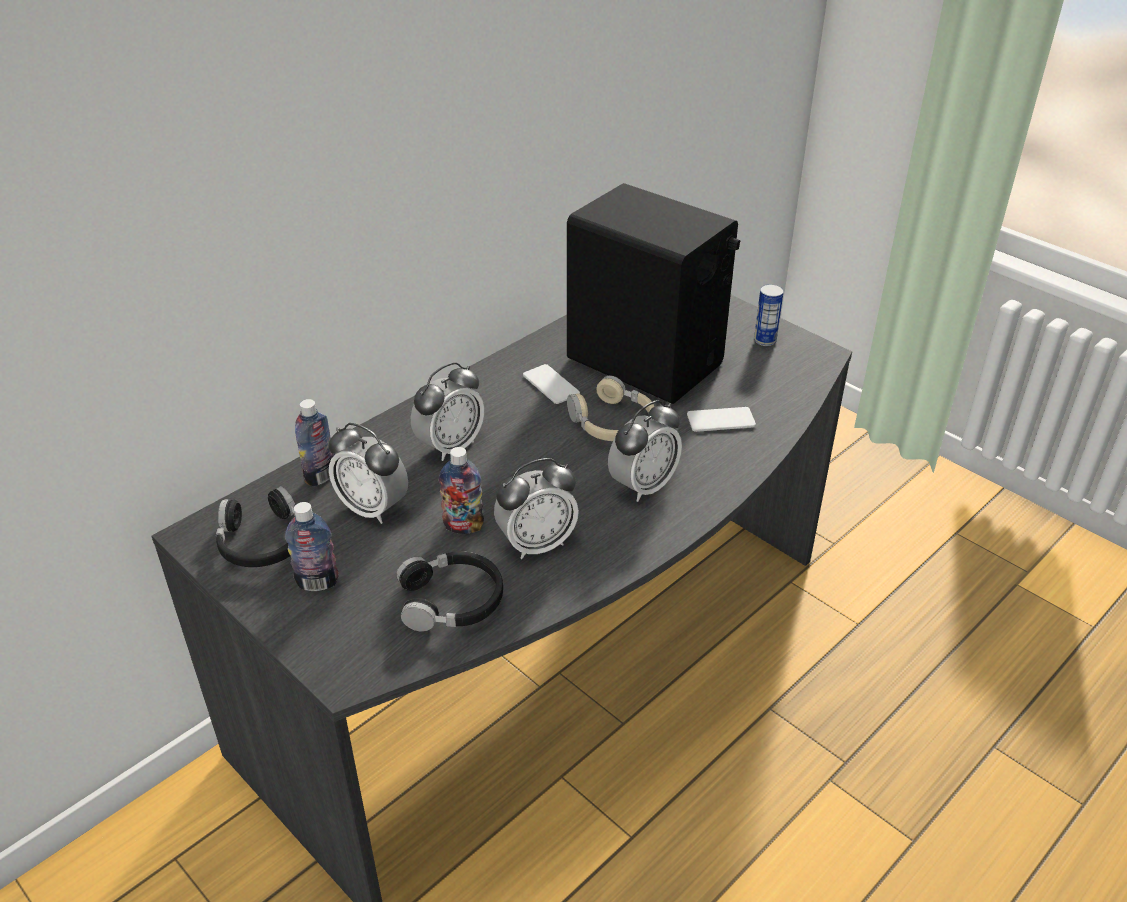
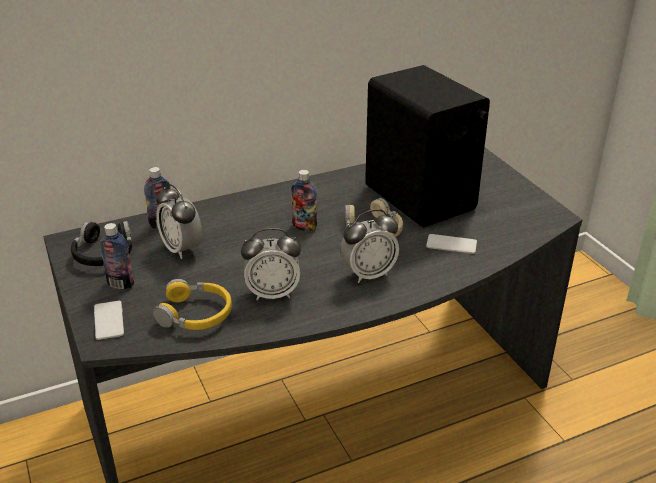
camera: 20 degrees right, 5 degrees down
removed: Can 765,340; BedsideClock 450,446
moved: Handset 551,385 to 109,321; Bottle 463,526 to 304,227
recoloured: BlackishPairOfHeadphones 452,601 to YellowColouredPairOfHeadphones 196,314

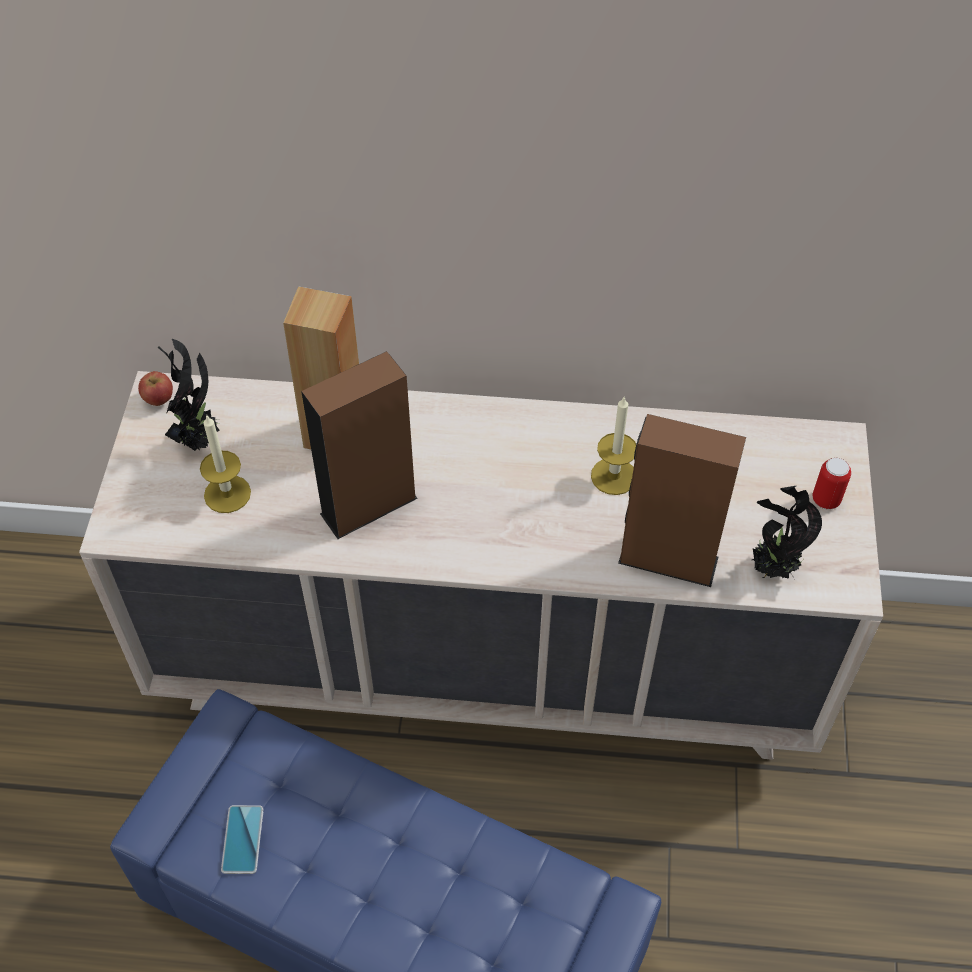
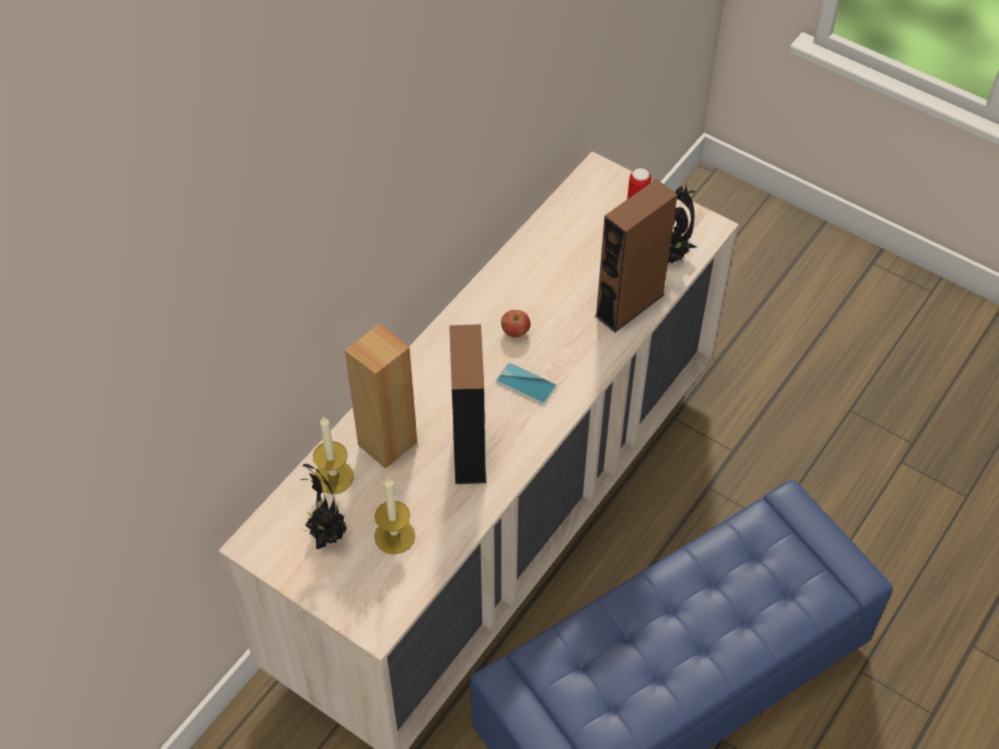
camera: 60 degrees left, 0 degrees up
moved: AppleFruit 159,399 to 515,332; Candle 613,476 to 333,477; Handset 242,839 to 526,384

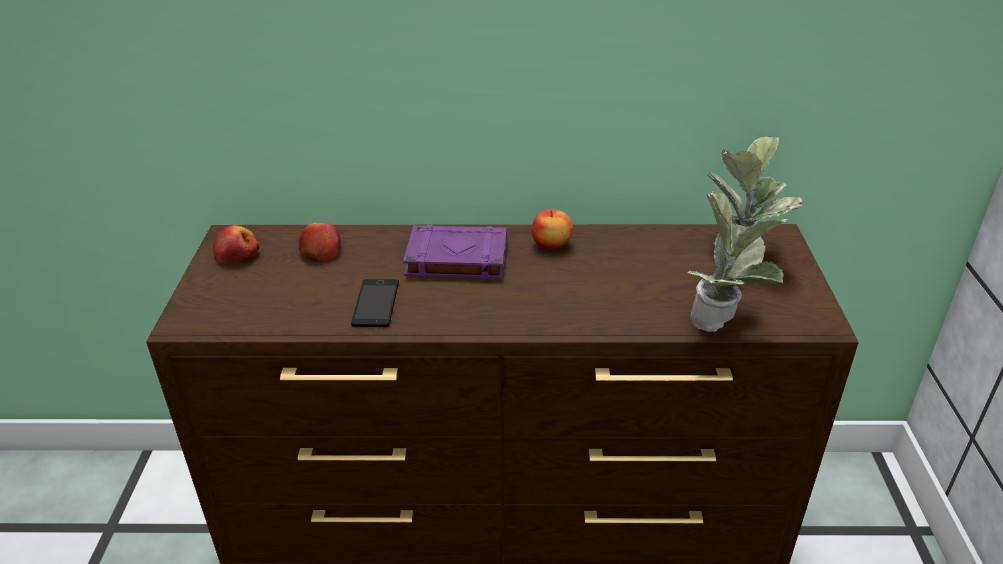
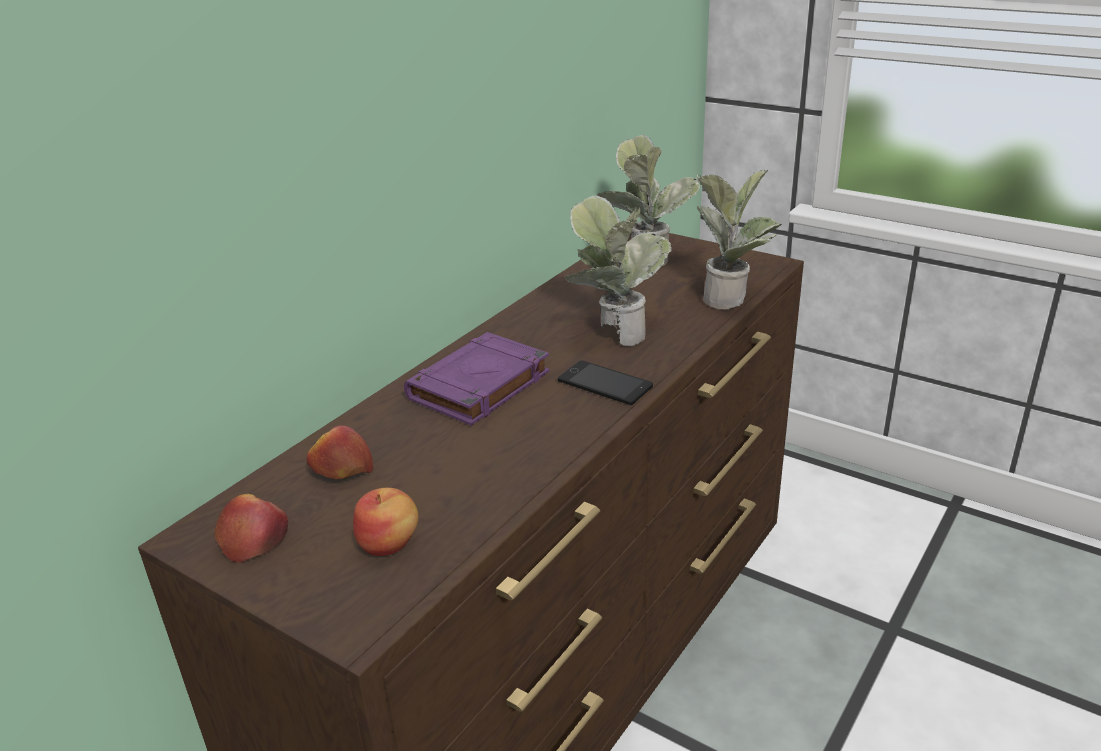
camera: 55 degrees left, 5 degrees down
added: PottedPlant 614,333
moved: AppleFruit 551,244 to 389,544; Handset 376,303 to 605,384

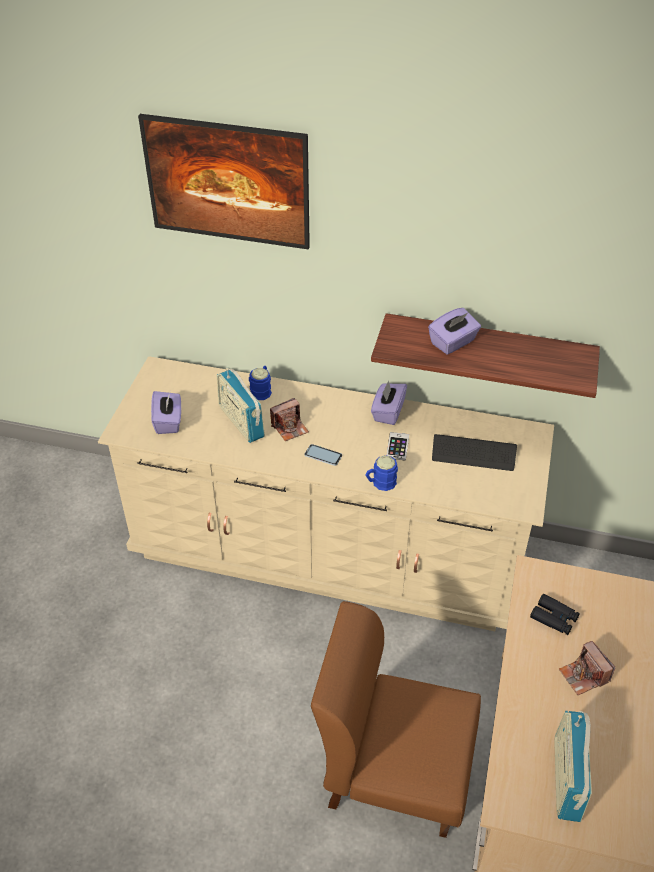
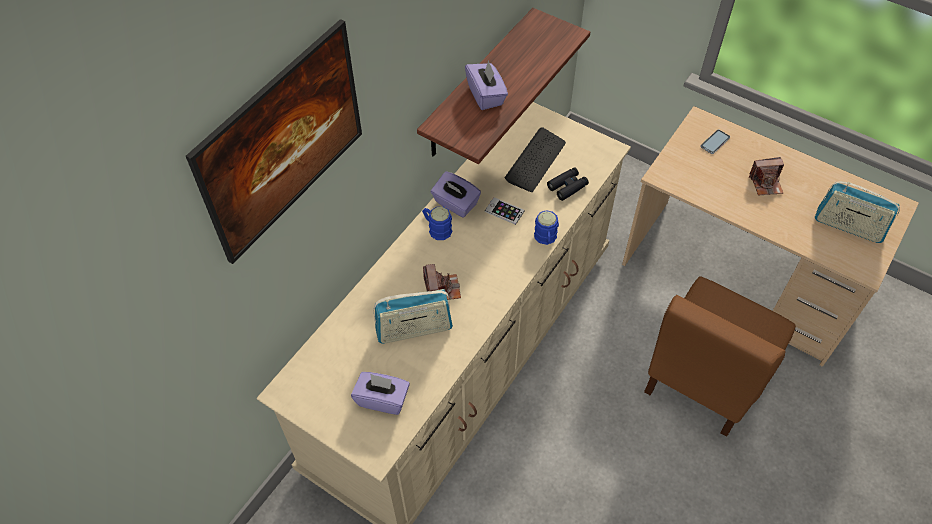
camera: 70 degrees left, 10 degrees up
moved: BlueColouredMug 262,390 to 436,229; Handset 323,455 to 715,142; BlackishFieldGlasses 554,618 to 567,186

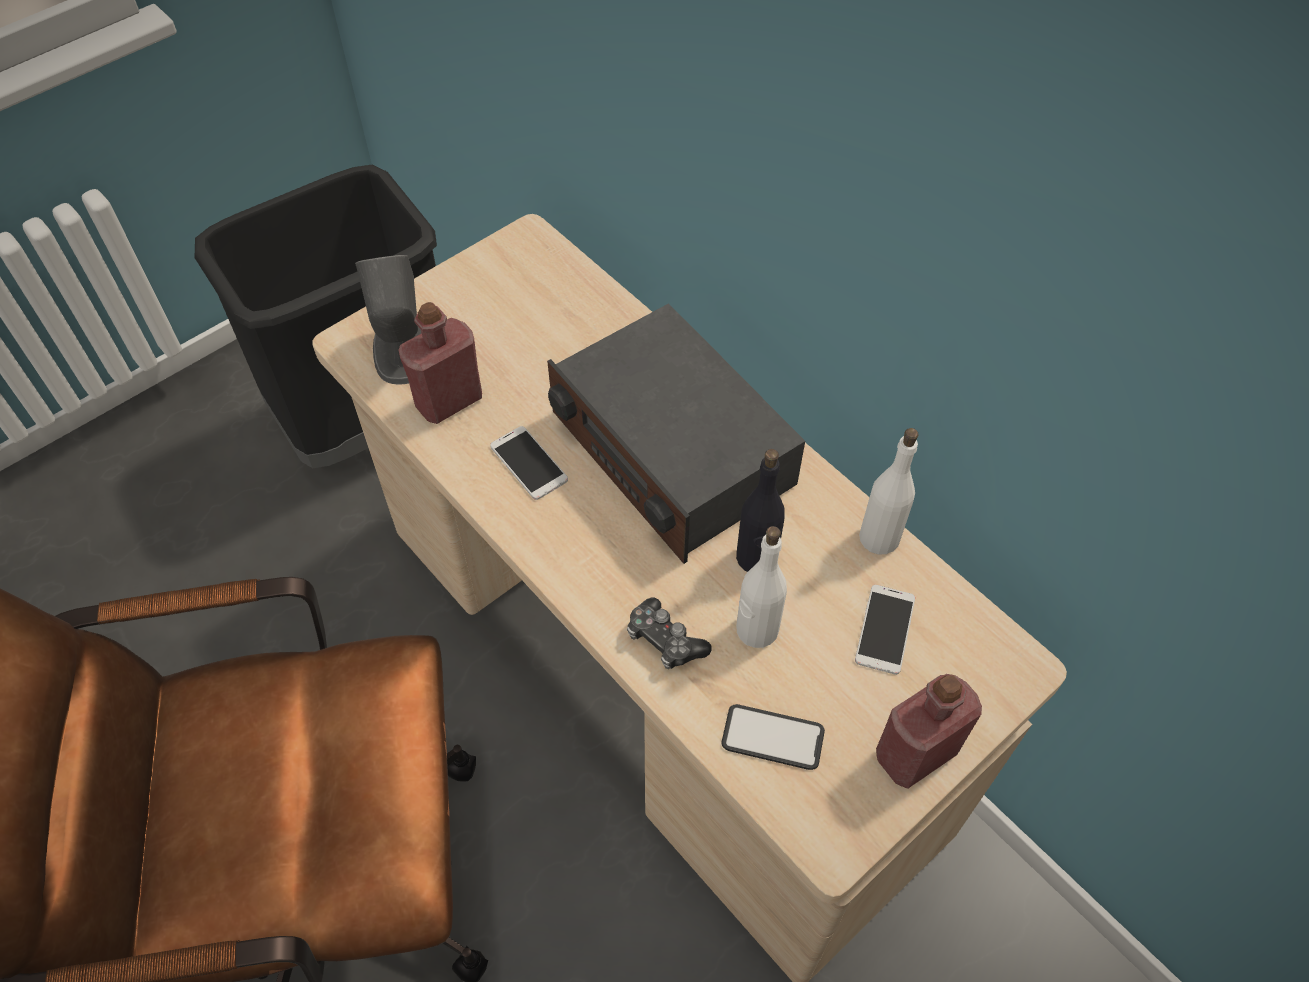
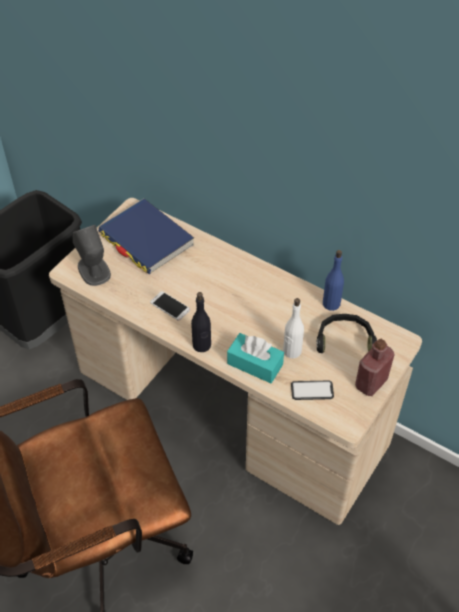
camera: 15 degrees left, 5 degrees down
removed: RedColouredBottle 449,401; RadioReceiver 671,451
added: BlueColouredBook 146,239
moved: BlackishBottle 756,558 to 202,345
replaced: Handset 885,629 to BlackishPairOfHeadphones 344,339; Gamepad 664,640 to BlueGreenTissueHolder 255,364
recoloured: WhiteColouredBottle 879,537 to BlueColouredBottle 331,303

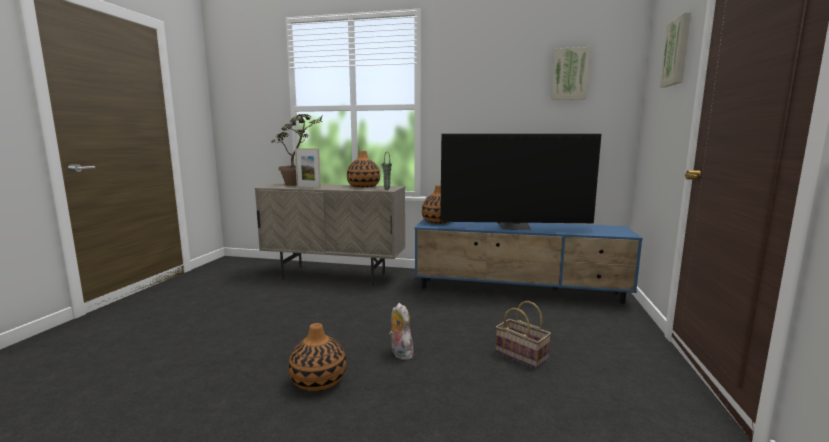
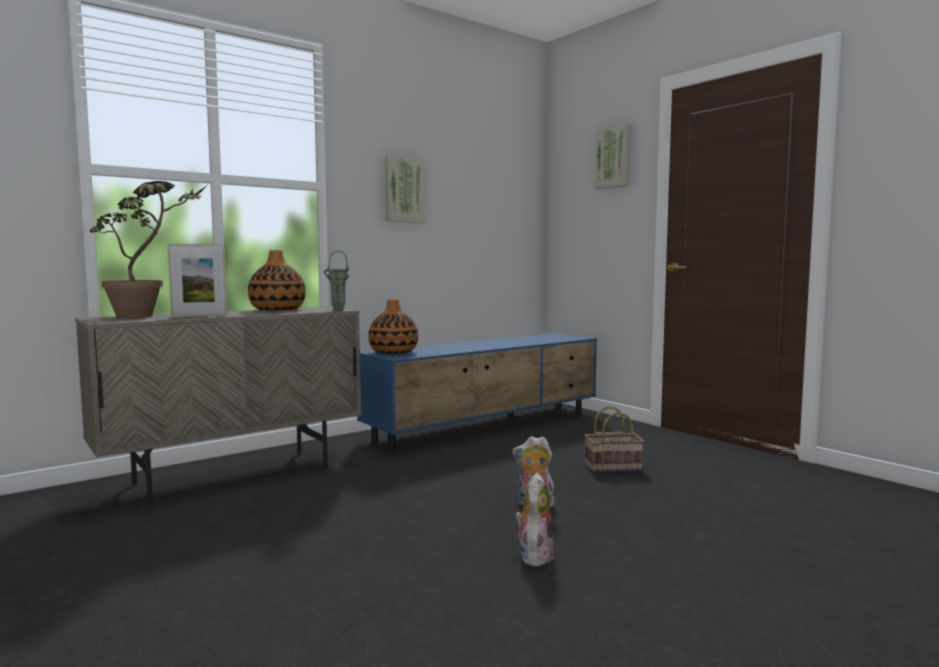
camera: 50 degrees left, 5 degrees down
removed: Television 515,227
moved: WallPicture 570,74 to 403,190
replaced: DecorativeVase 318,381 to SoftToy 534,555

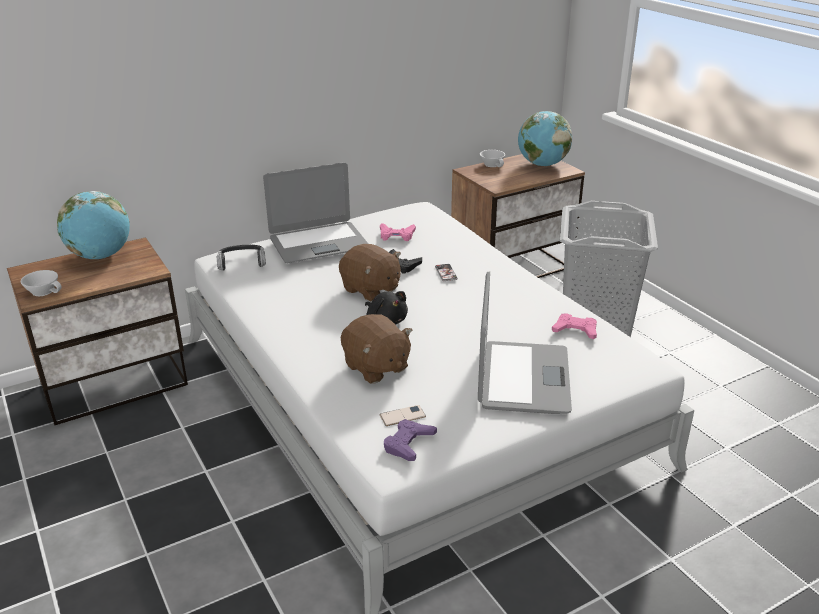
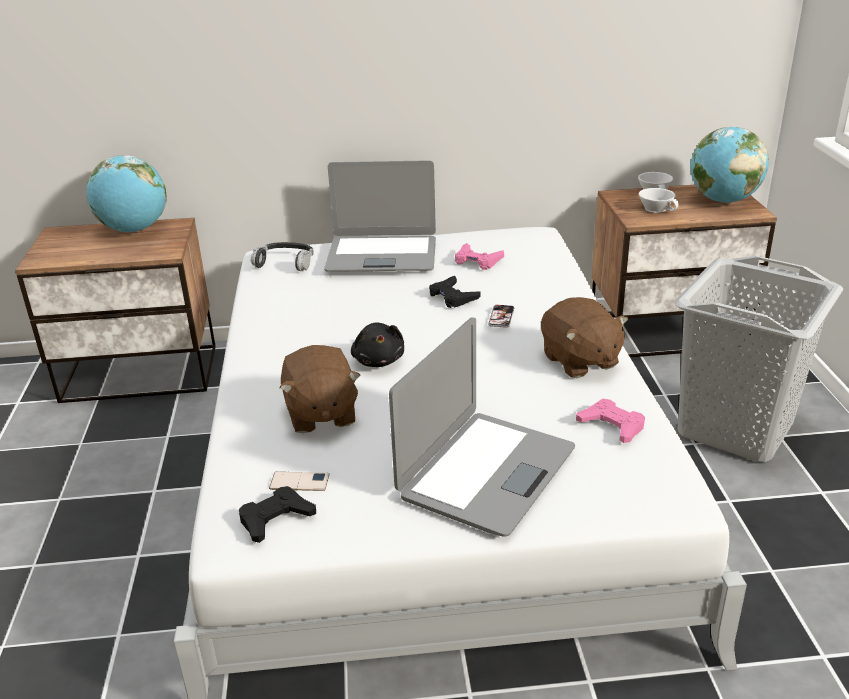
camera: 25 degrees right, 0 degrees up
moved: BrownColouredSoftToy 370,289 to 579,361; WhiteColouredDrinkingCup 44,291 to 657,208
recoloured: PurplishGamepad 408,444 to BlackishGamepad 275,519

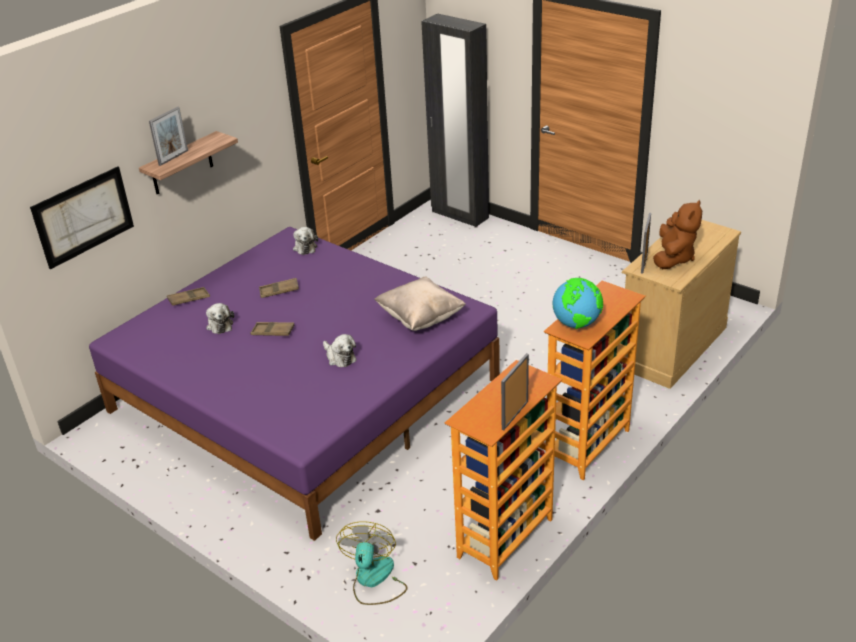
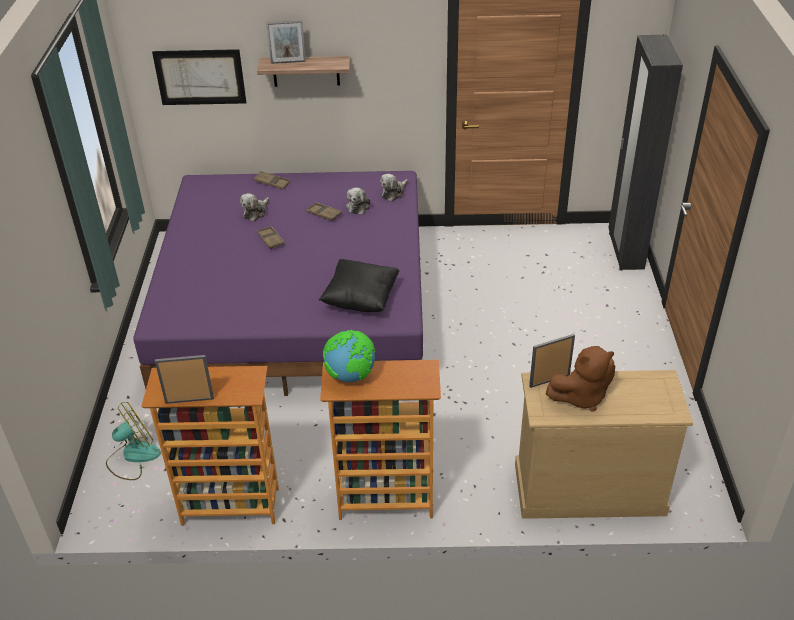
camera: 50 degrees right, 5 degrees up
moved: SoftToy 339,357 to 358,206
recoloured: BeigeColouredPillow 420,318 to BlackishPillow 361,299

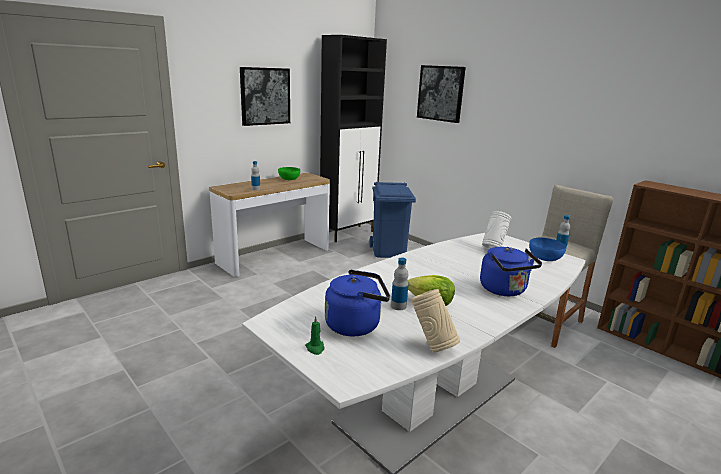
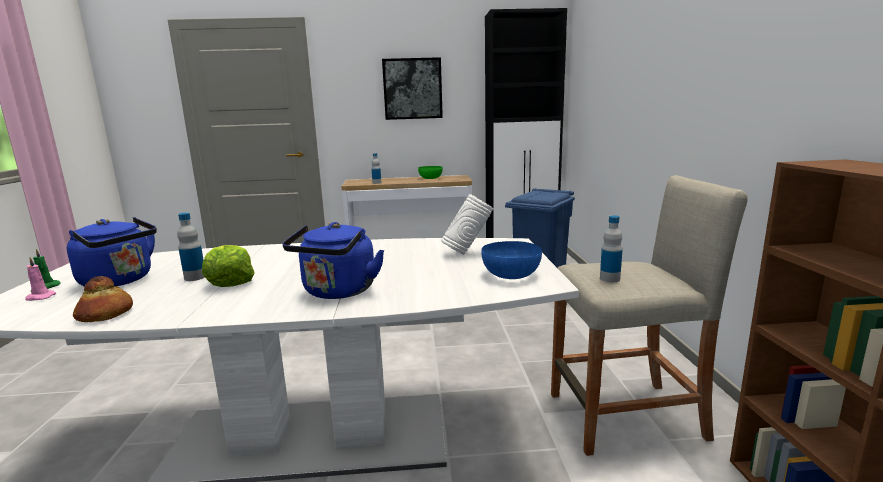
camera: 40 degrees right, 5 degrees down
removed: WallPicture 441,93
added: PinkCandle 39,297
replaced: BeigeColouredDecorativeVase 432,346 to BakeryBread 106,314

